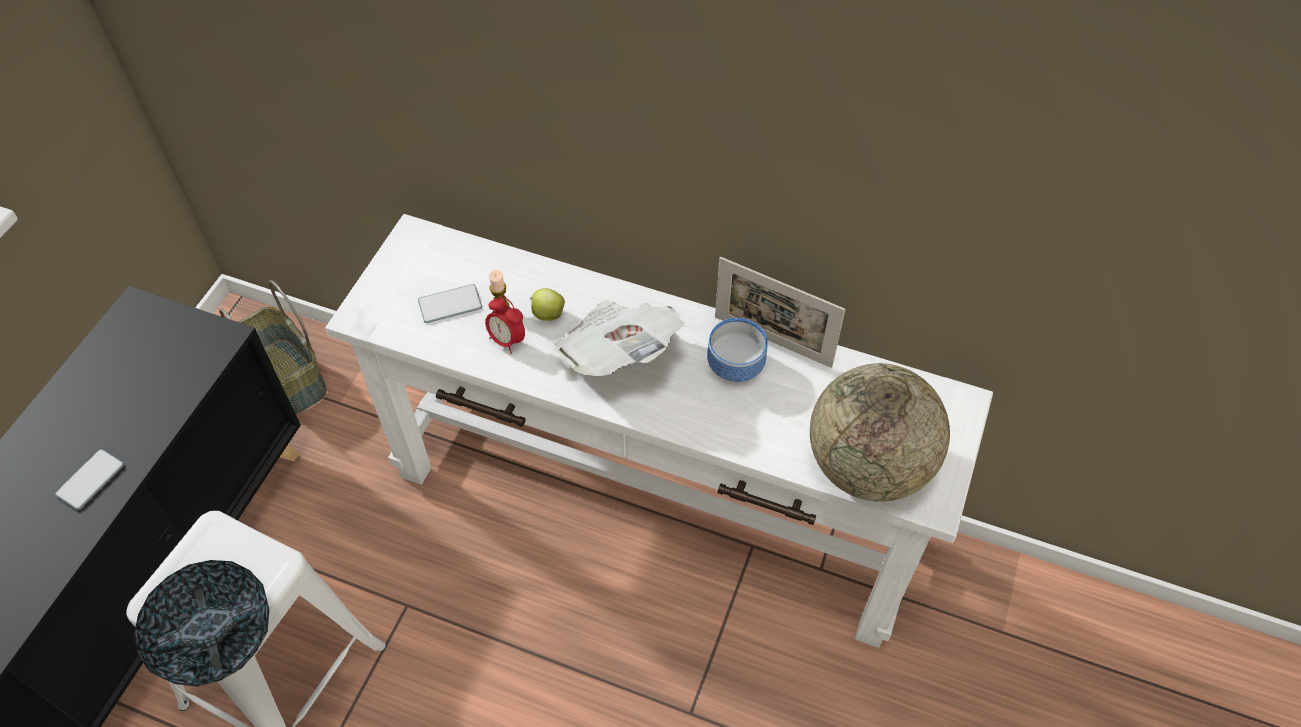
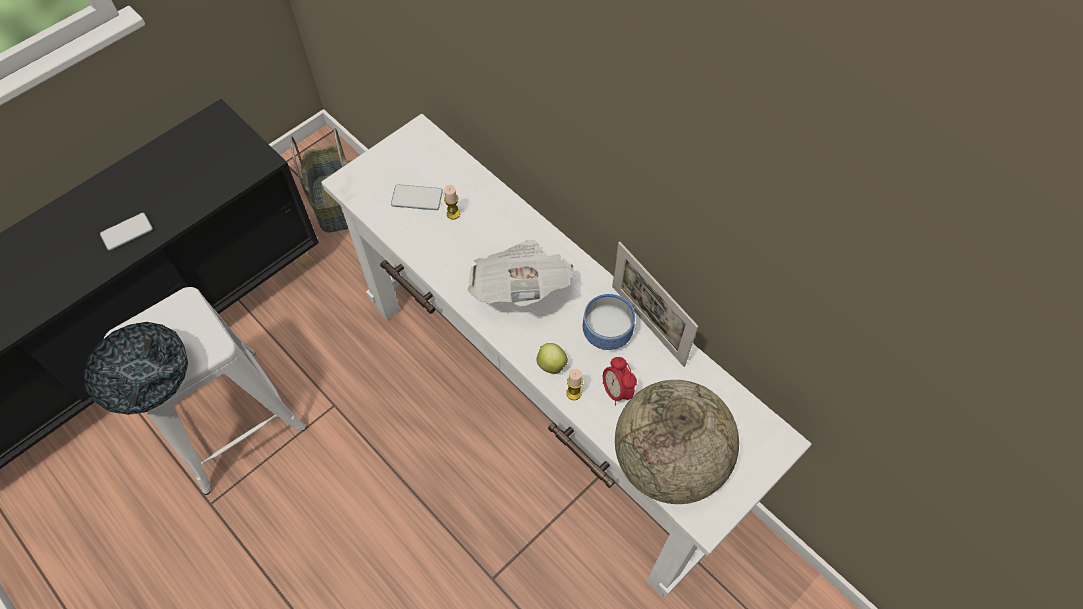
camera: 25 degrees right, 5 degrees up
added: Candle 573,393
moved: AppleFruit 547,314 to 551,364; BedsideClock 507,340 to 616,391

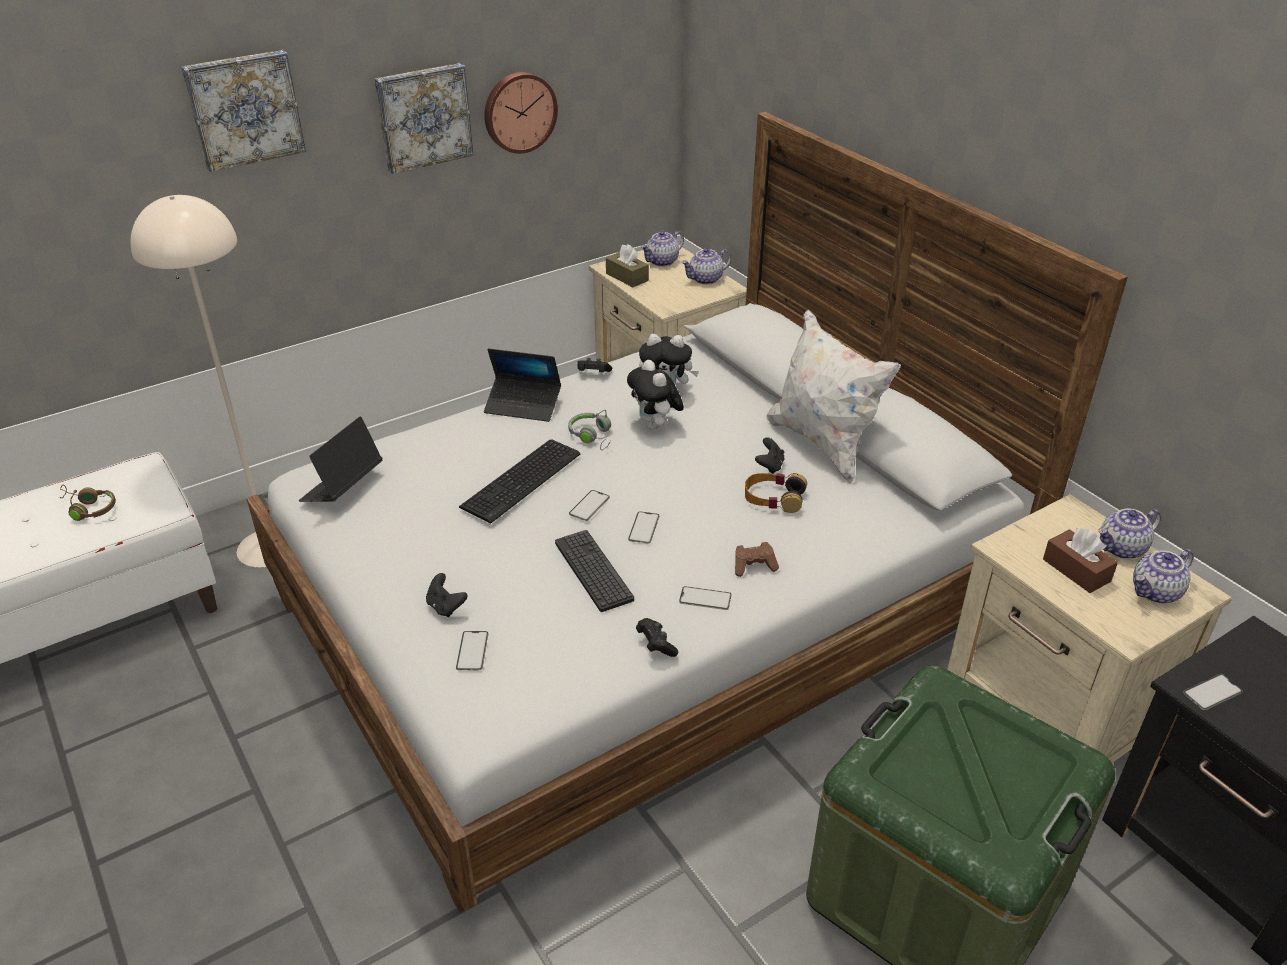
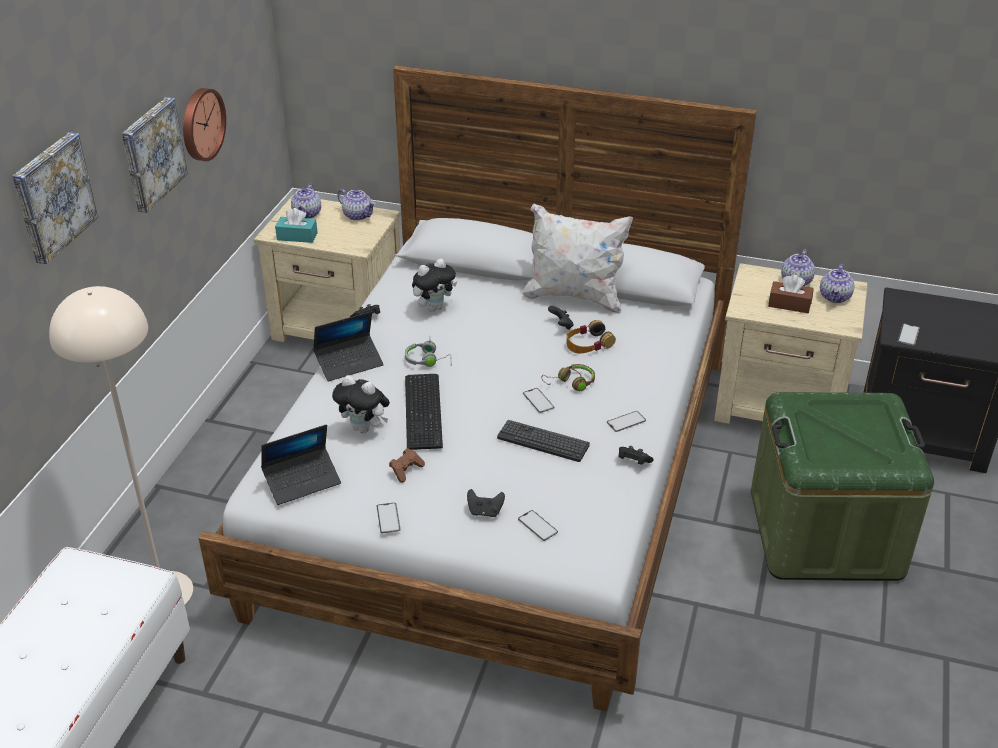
camera: 40 degrees left, 0 degrees up
moved: SoftToy 655,426 to 364,428; BrownColouredPairOfHeadphones 88,508 to 571,383; Handset 589,505 to 388,518; BrownColouredGamepad 754,566 to 406,470
recoloured: BrownColouredTissueHolder 627,277 to BlueGreenTissueHolder 297,236
turned: Teapot 705,279 = 358,215 75 degrees counterclockwise; NotebookComputer 342,487 = 302,481 105 degrees counterclockwise

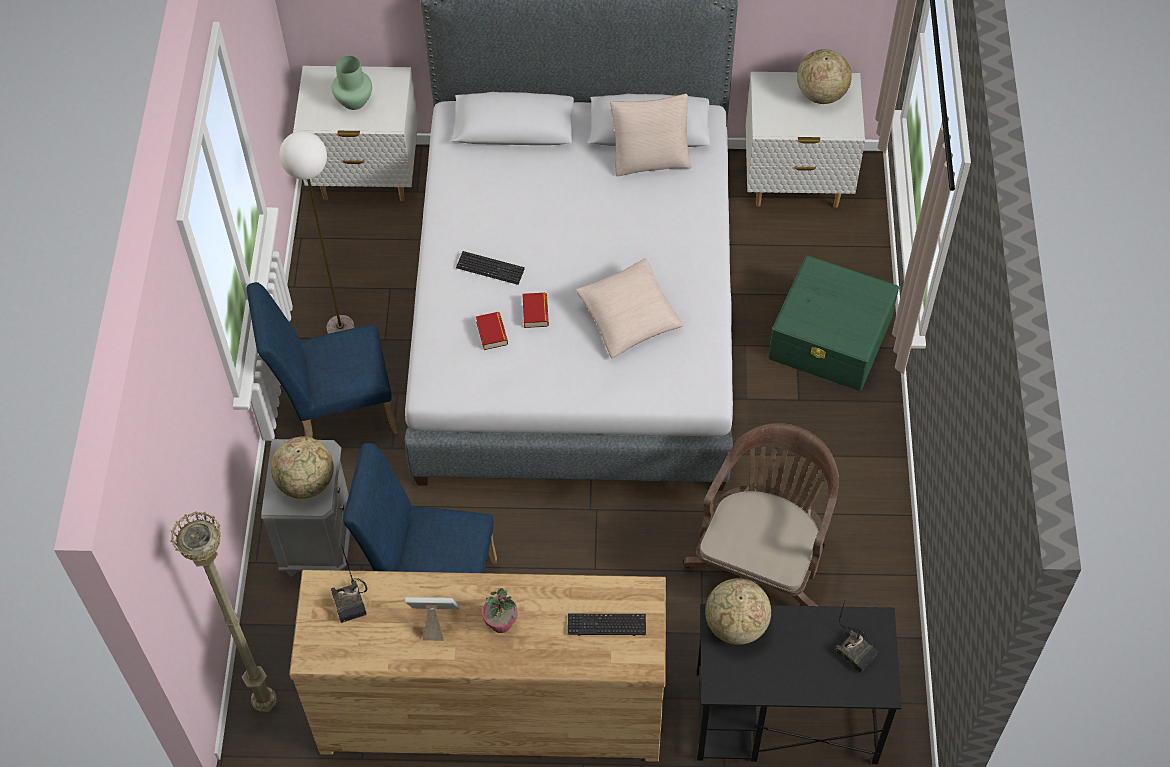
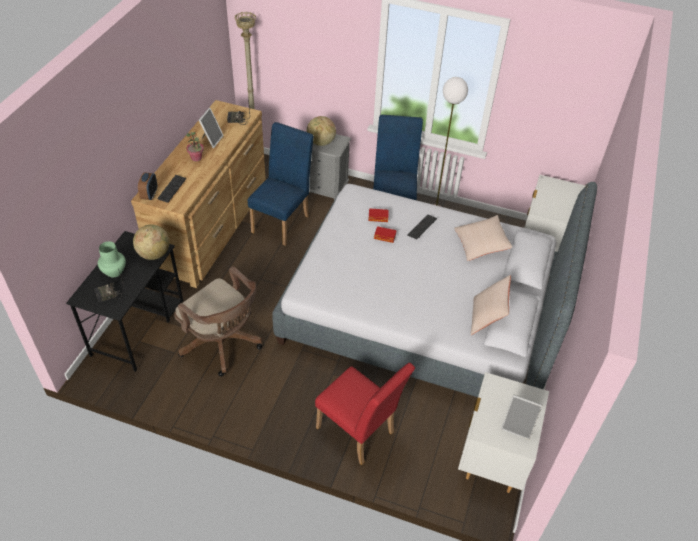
camera: 105 degrees right, 10 degrees down
added: BedsideClock 149,195
moved: GreenColouredDecorativeVase 355,101 to 114,272; BeigeColouredPillow 628,317 to 481,244
replaced: DeskGlobe 821,94 to PhotoFrame 518,426; GreenColouredStorageContainer 831,338 to RedColouredChair 359,434

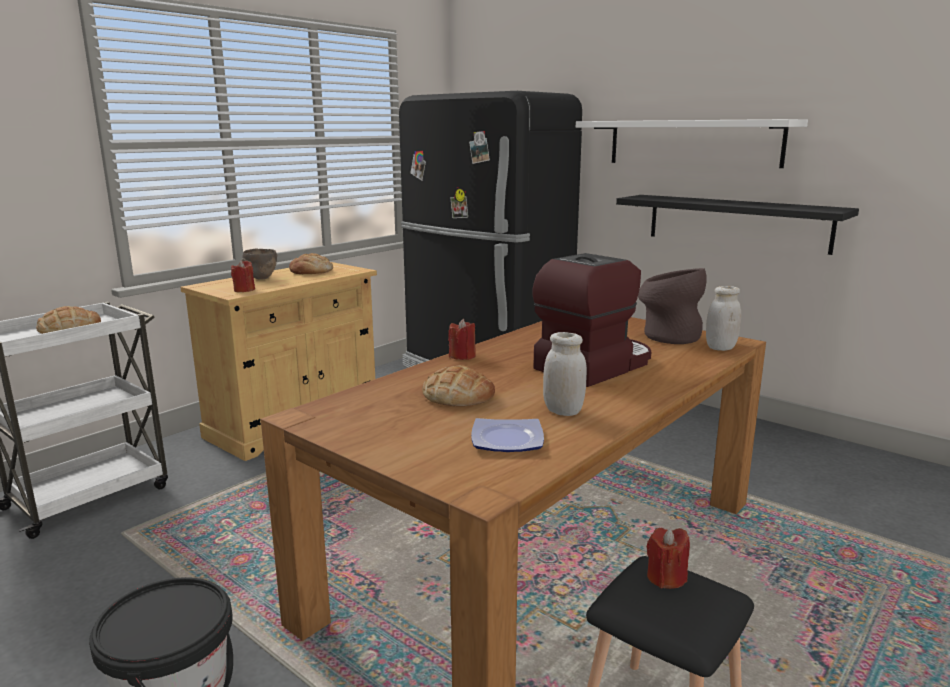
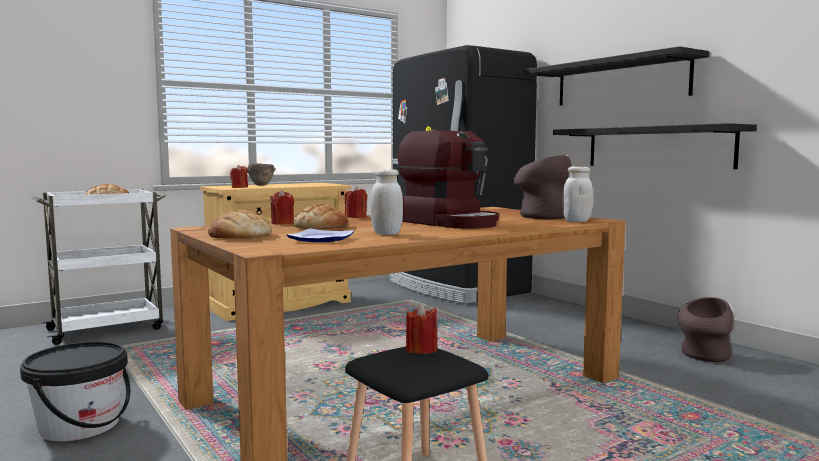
camera: 15 degrees right, 10 degrees down
added: RedColouredCandle 282,223; BrownColouredDecorativeVase 704,356
moved: BakeryBread 311,271 to 239,236
recoloured: WhiteColouredShelf 693,143 to BlackishShelf 620,82
turned: CoffeeMachine 593,365 = 450,223 75 degrees clockwise

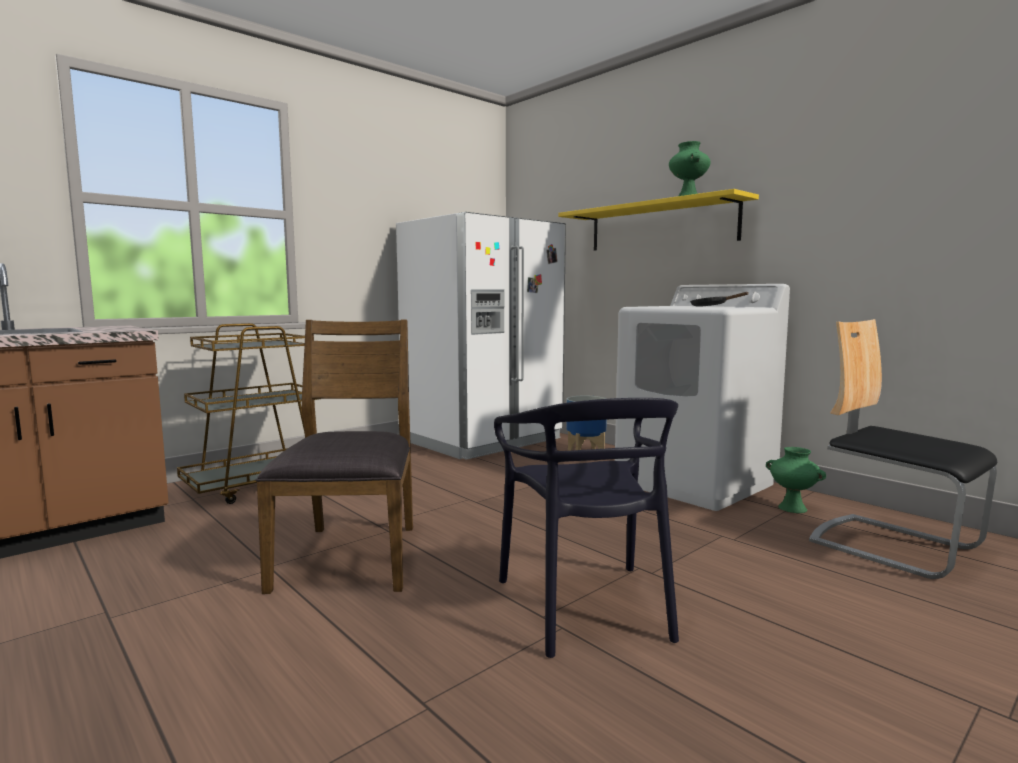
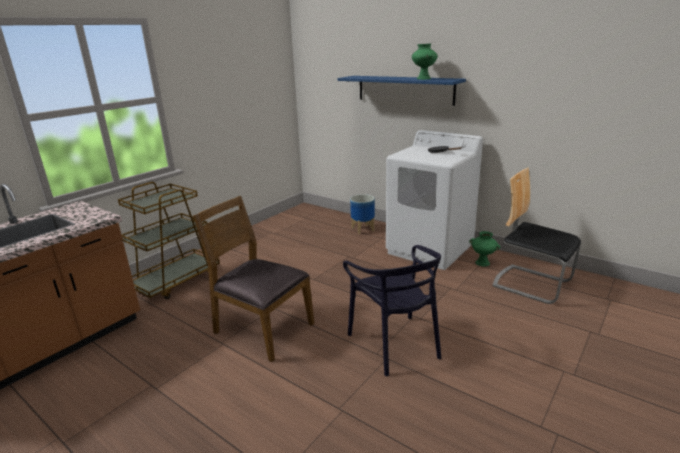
camera: 10 degrees left, 15 degrees up
removed: WhiteColouredKitchenFridge 482,440
recoloured: YellowColouredShelf 660,226 to BlueColouredShelf 404,89
turned: BrownColouredChair 351,556 = 262,329 45 degrees counterclockwise

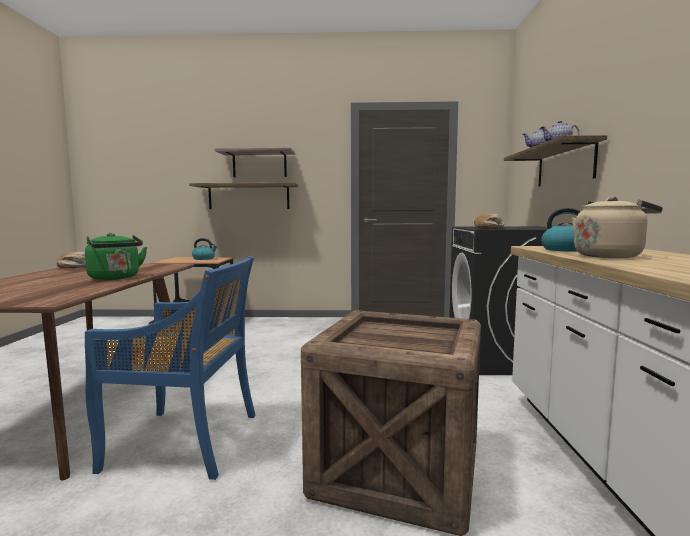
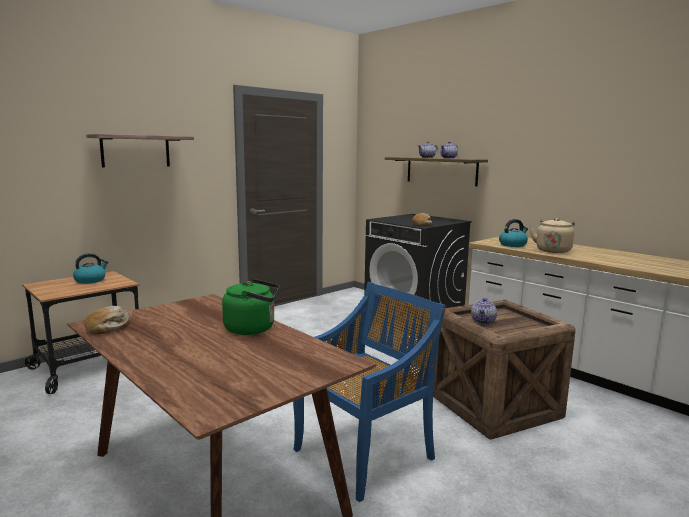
camera: 45 degrees left, 5 degrees up
removed: Shelf 249,196
added: Teapot 483,321

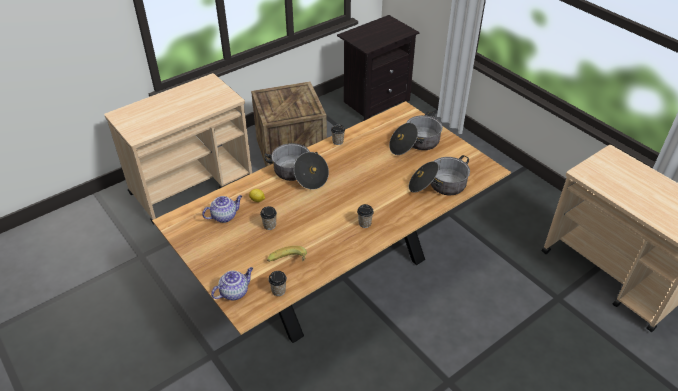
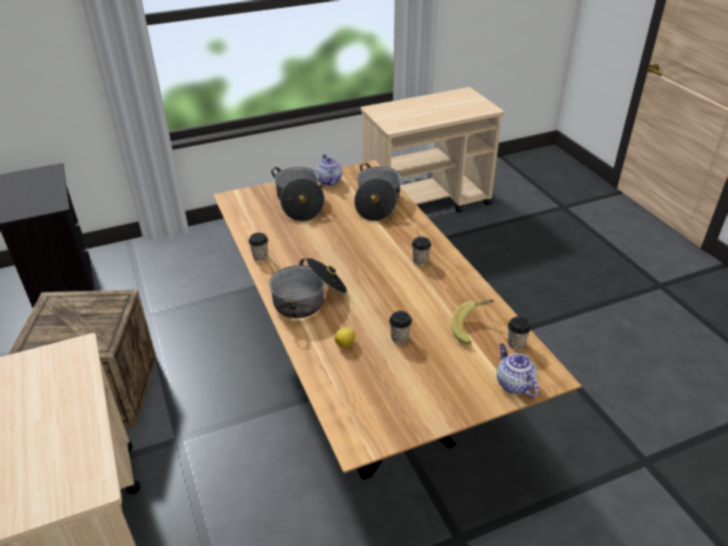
camera: 75 degrees left, 5 degrees down
moved: Teapot 224,216 to 328,181

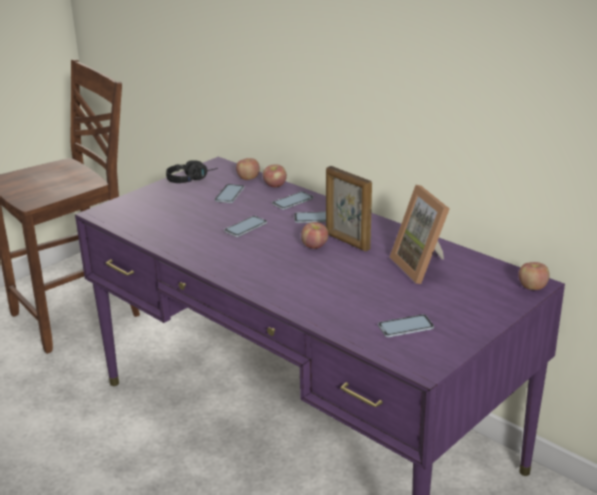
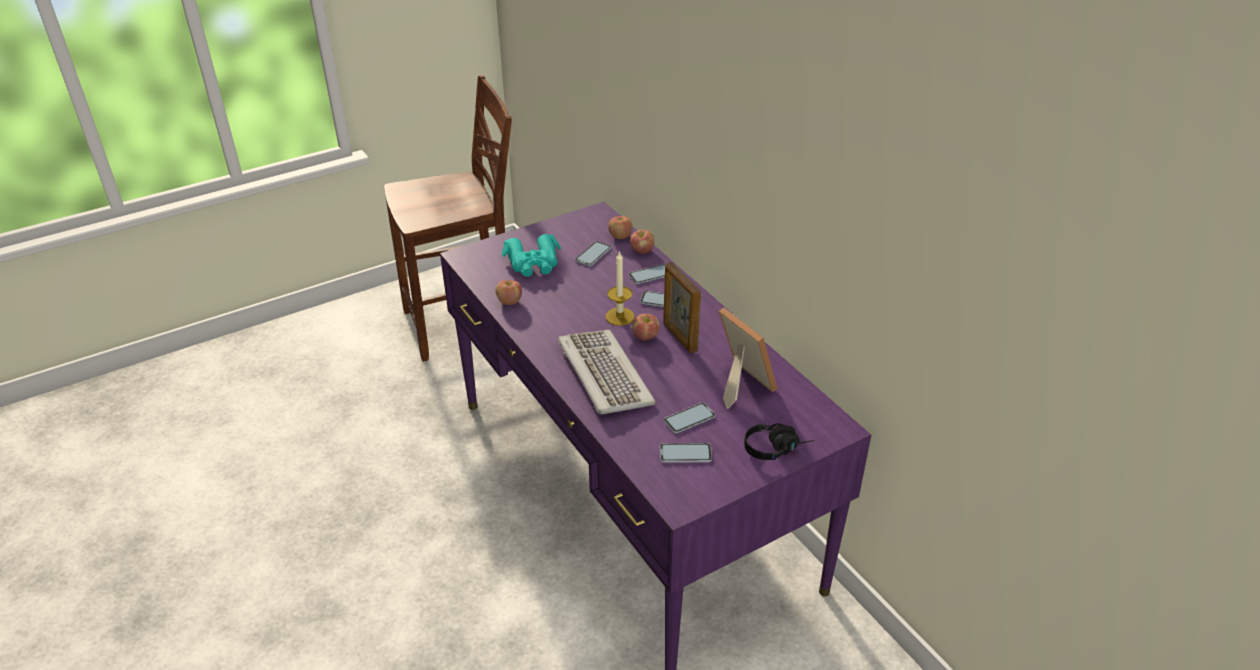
camera: 15 degrees right, 10 degrees up
added: BlueGreenFieldGlasses 533,263; Candle 619,316; PcKeyboard 603,375
moved: BlackishPairOfHeadphones 192,179 to 776,448; Handset 245,227 to 689,419; AppleFruit 532,287 to 509,301
turned: PhotoFrame 423,266 = 739,384 150 degrees clockwise

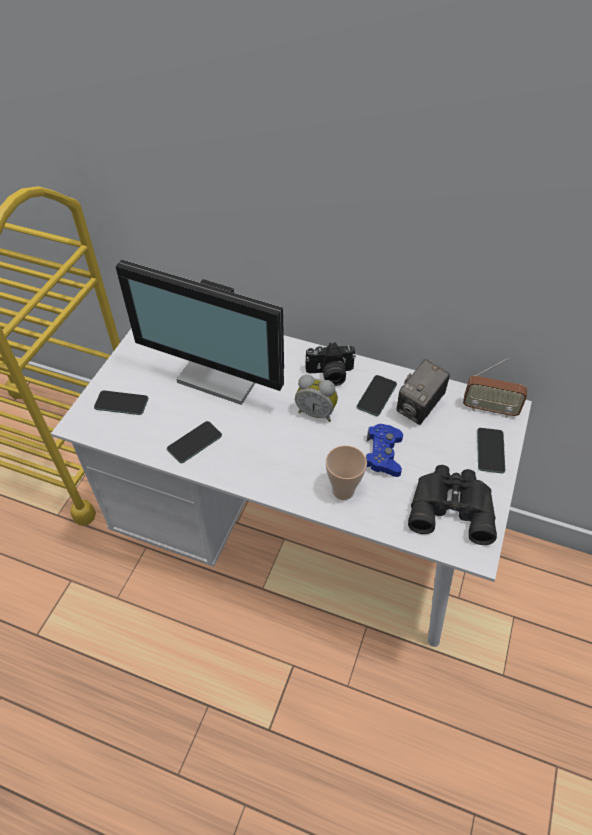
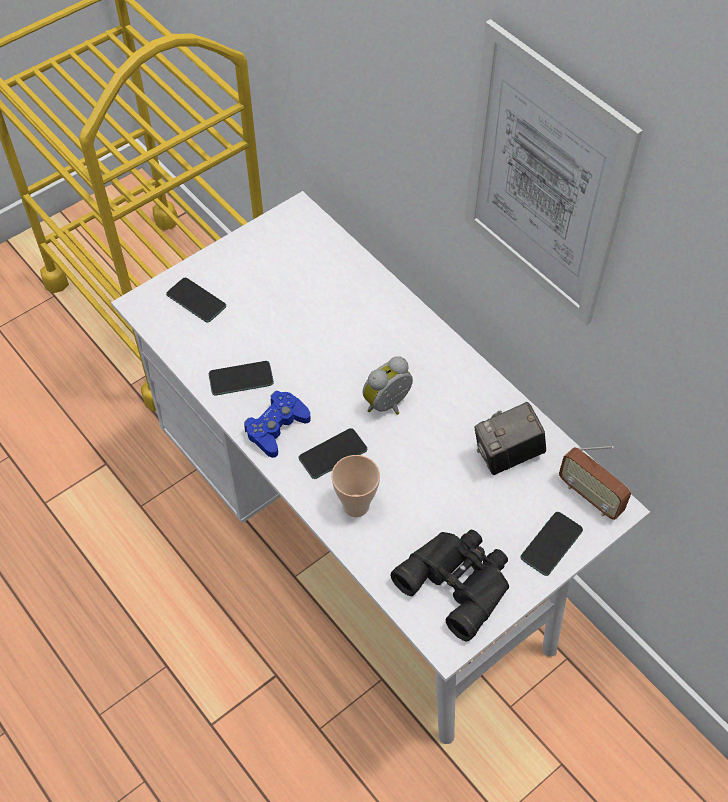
camera: 30 degrees right, 5 degrees up
removed: ComputerDisplay 225,372; PhotoCamera 330,374
added: WallPicture 543,180
moved: Handset 376,396 to 333,454; BlueColouredGamepad 383,454 to 276,427
turned: BedsideClock 316,412 = 389,406 90 degrees clockwise

